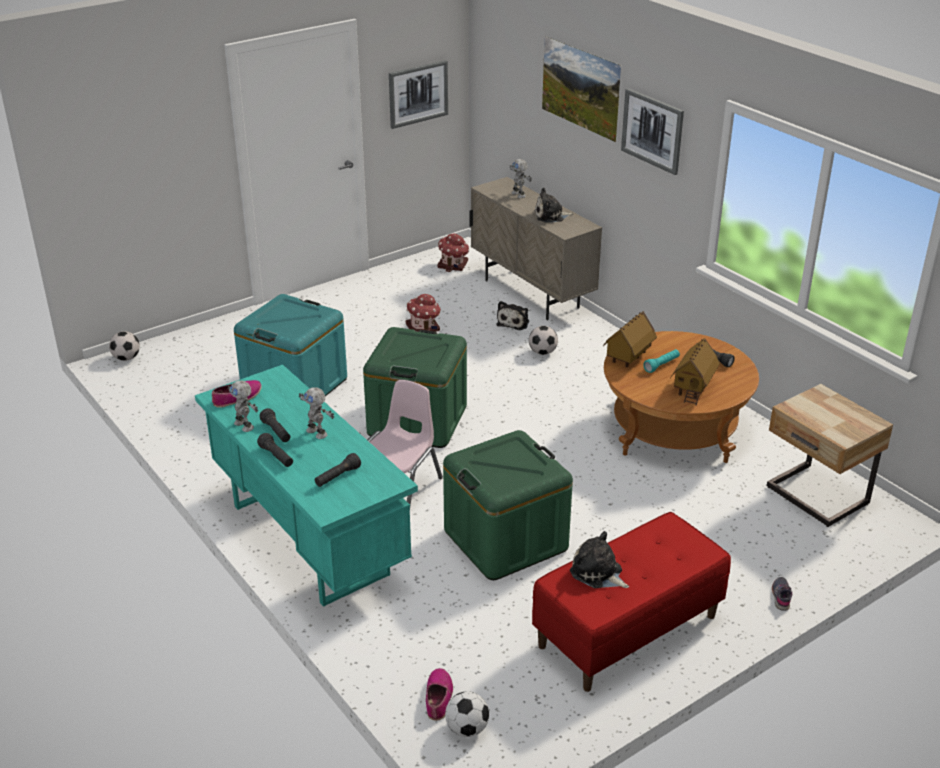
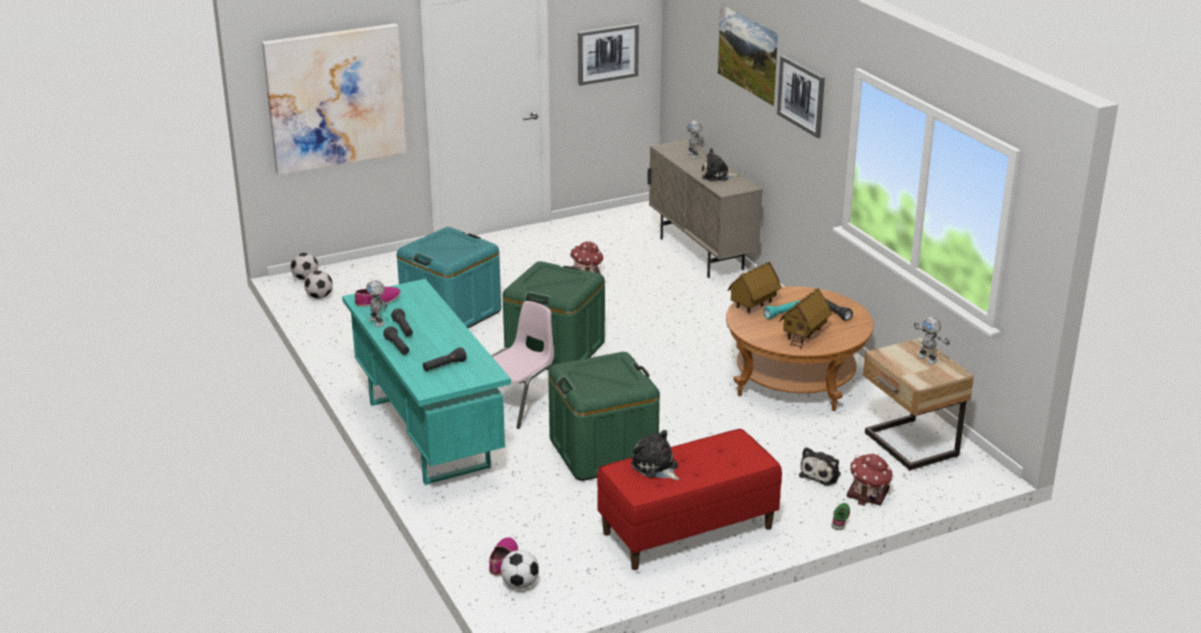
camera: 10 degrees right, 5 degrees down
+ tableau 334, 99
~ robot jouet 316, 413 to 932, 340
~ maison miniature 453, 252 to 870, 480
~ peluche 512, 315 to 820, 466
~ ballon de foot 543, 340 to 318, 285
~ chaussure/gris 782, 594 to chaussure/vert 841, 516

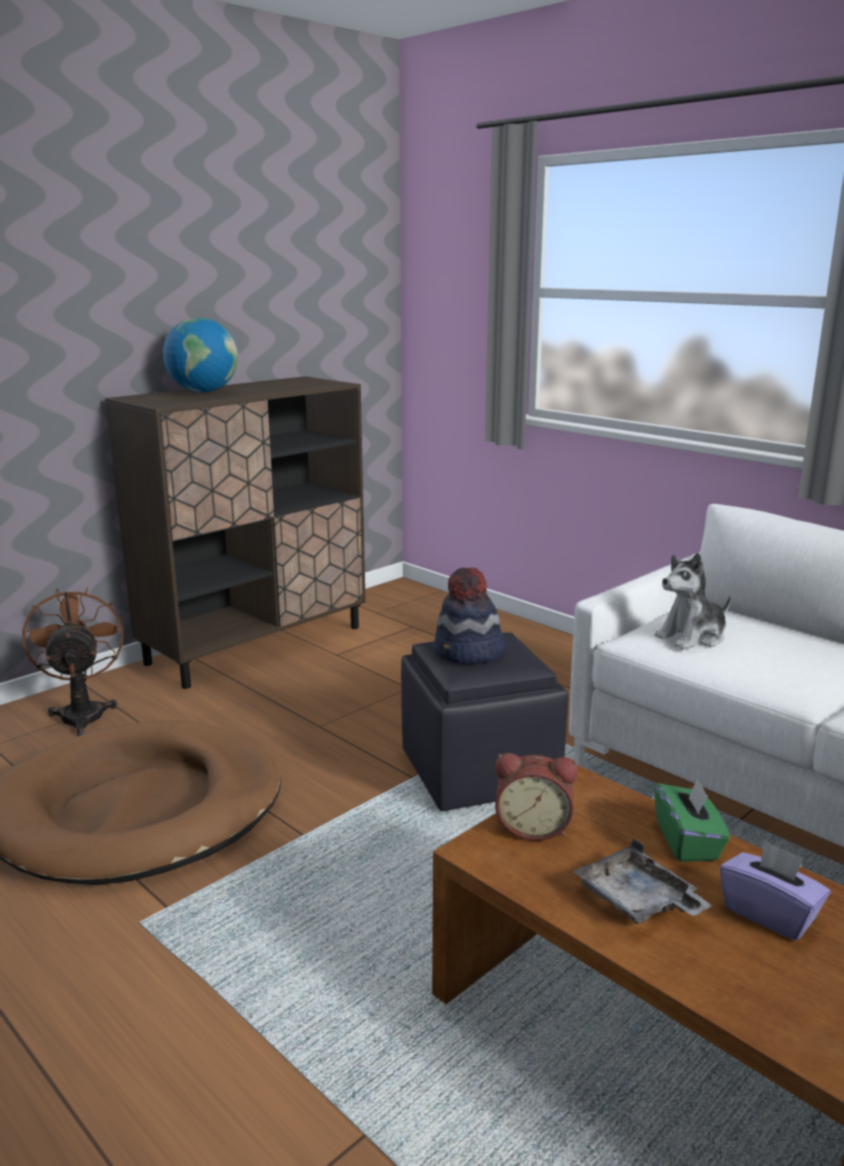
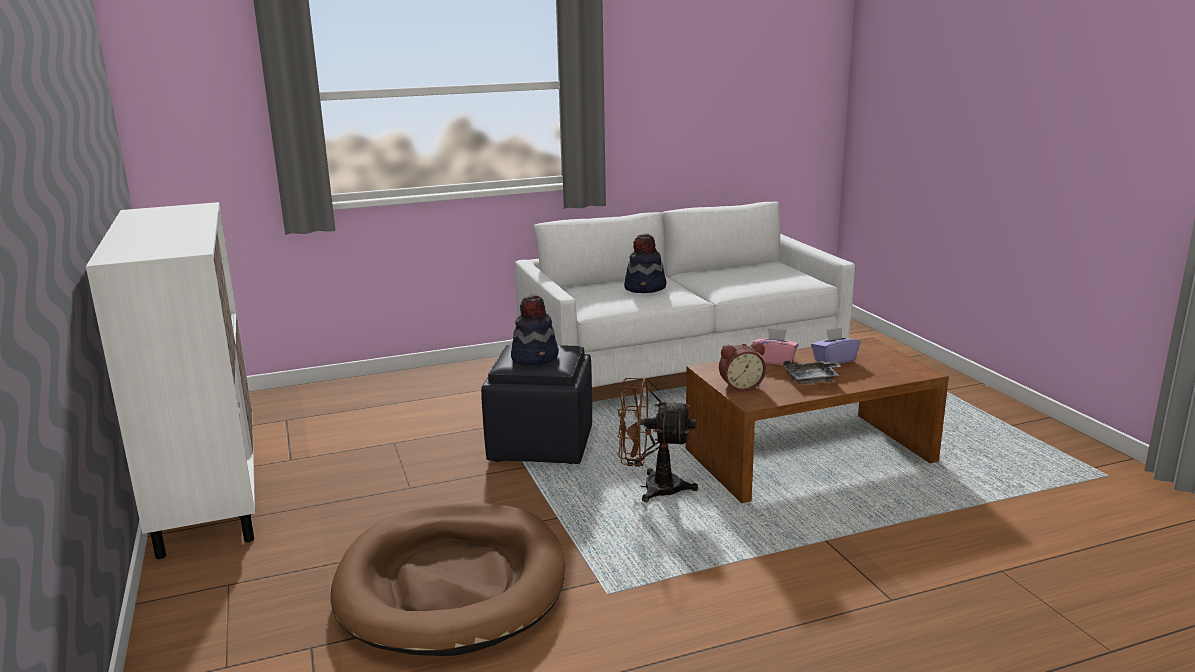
camera: 65 degrees left, 0 degrees up
- globe 200, 355
- peluche 693, 601
+ chapeau 645, 263
~ ventilateur/marron 72, 661 to 657, 440
~ meuble de rangement/marron 235, 532 to meuble de rangement/blanc 170, 380
~ boîte à mouchoirs/vert 692, 820 to boîte à mouchoirs/rose 776, 346
~ réveil 536, 797 = 742, 367 45 degrees clockwise

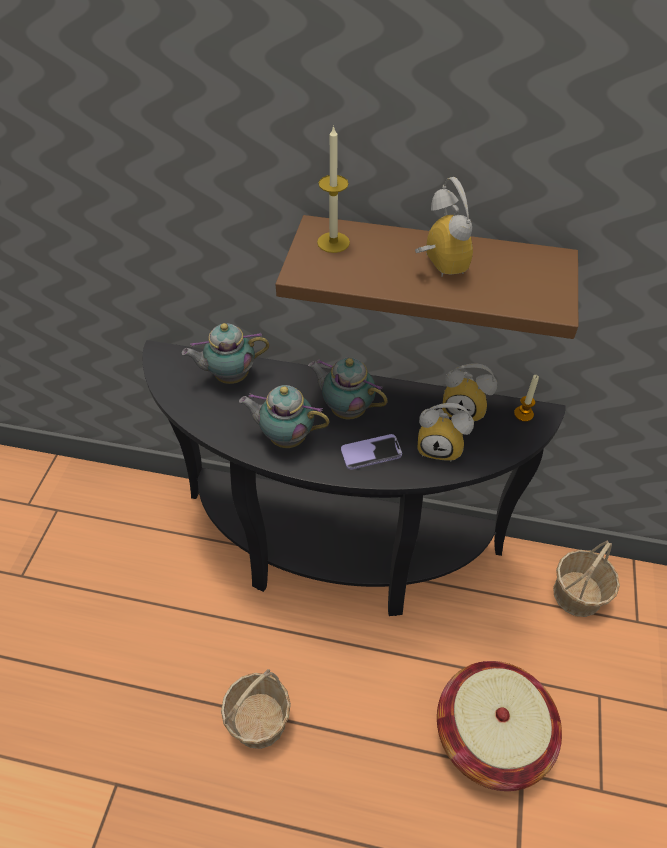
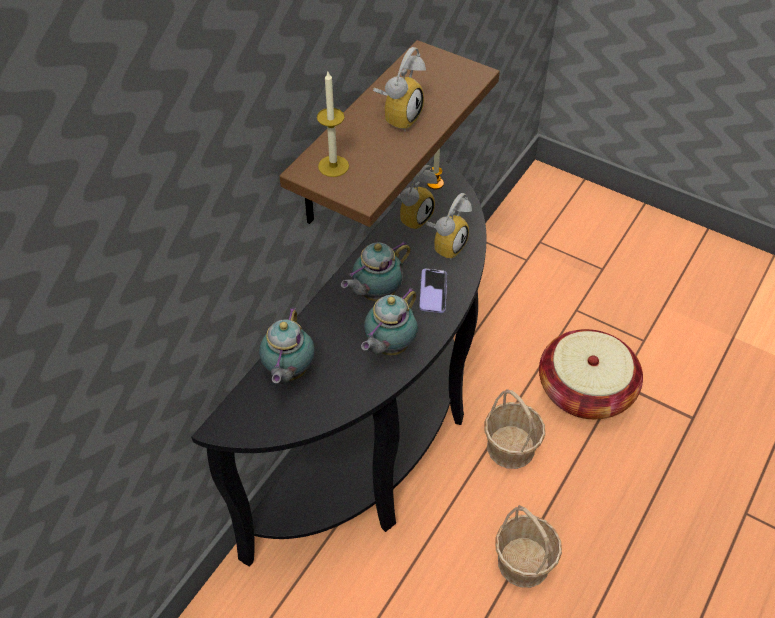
camera: 70 degrees left, 0 degrees up
~ panier 586, 579 to 515, 429
~ réveil 444, 227 = 399, 89 120 degrees clockwise

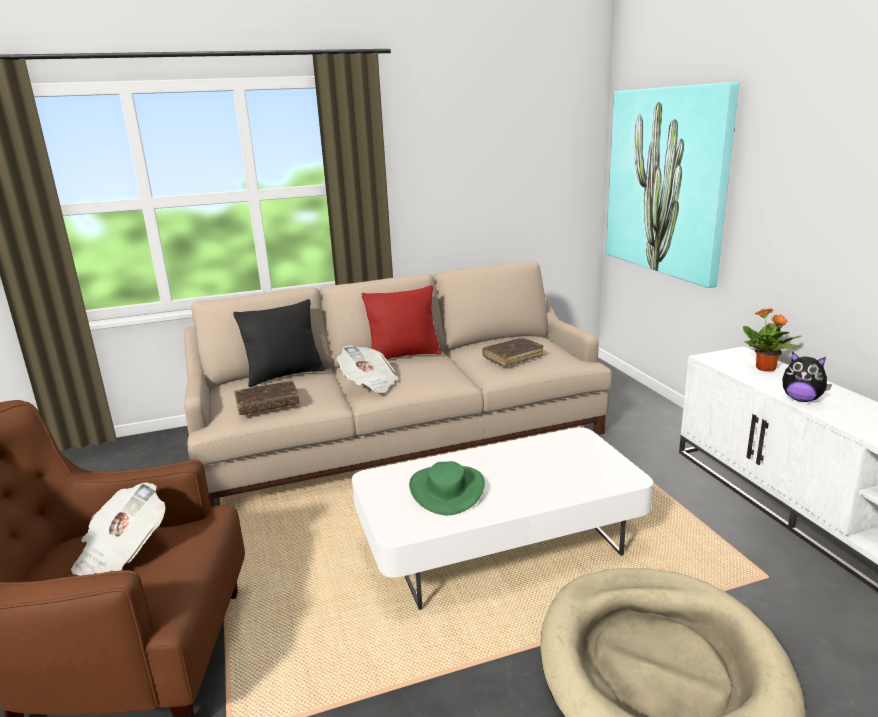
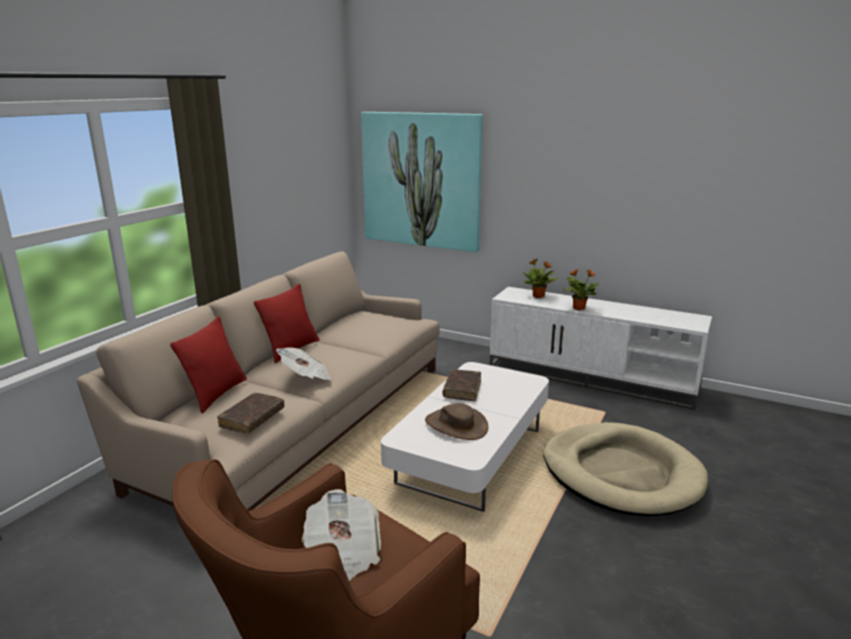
camera: 45 degrees left, 0 degrees up
~ livre/marron 513, 352 to 462, 385
~ peluche 807, 377 to plante en pot 581, 289
~ coussin/noir 279, 343 to coussin/rouge 208, 364
~ chapeau/vert 447, 488 to chapeau/marron 456, 421

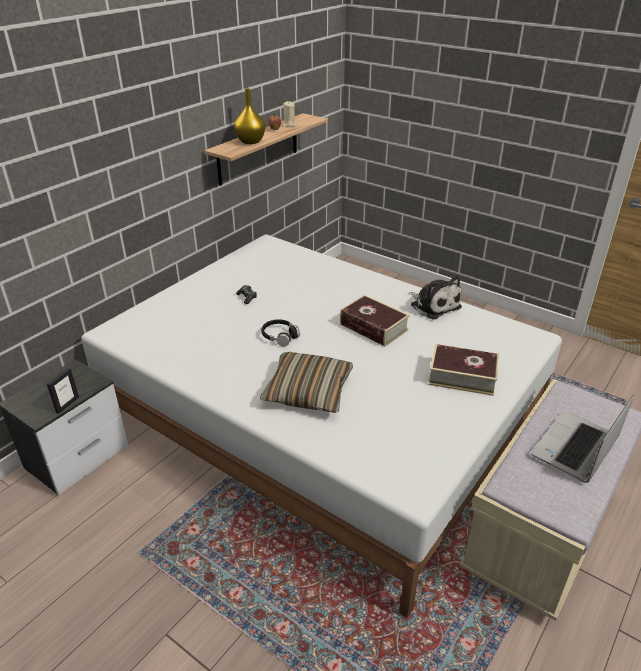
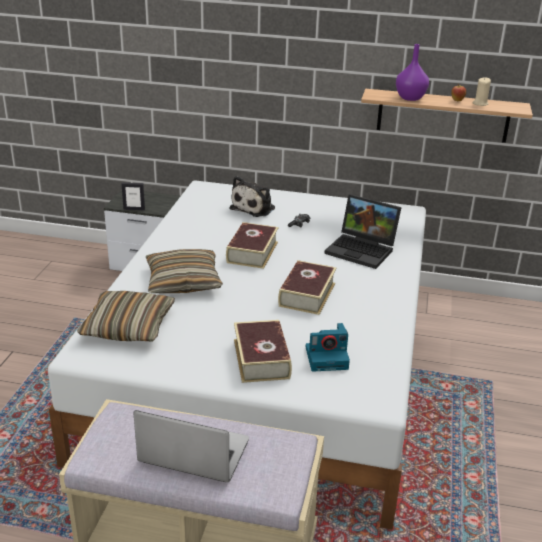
camera: 65 degrees right, 5 degrees down
+ coussin 126, 316
+ appareil photo 328, 347
+ ordinateur portable 363, 231
~ peluche 435, 298 to 252, 196
~ casque audio/noir 280, 332 to livre 252, 245
~ vase/jaune 250, 116 to vase/violet 412, 72

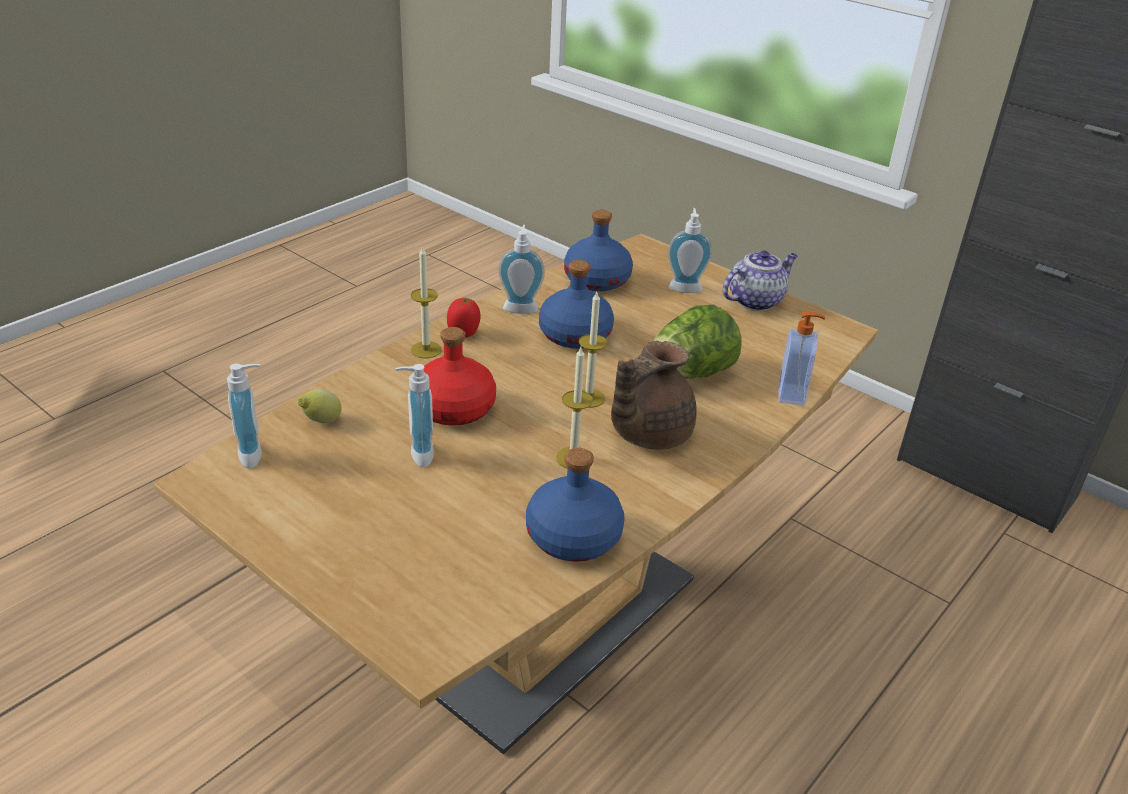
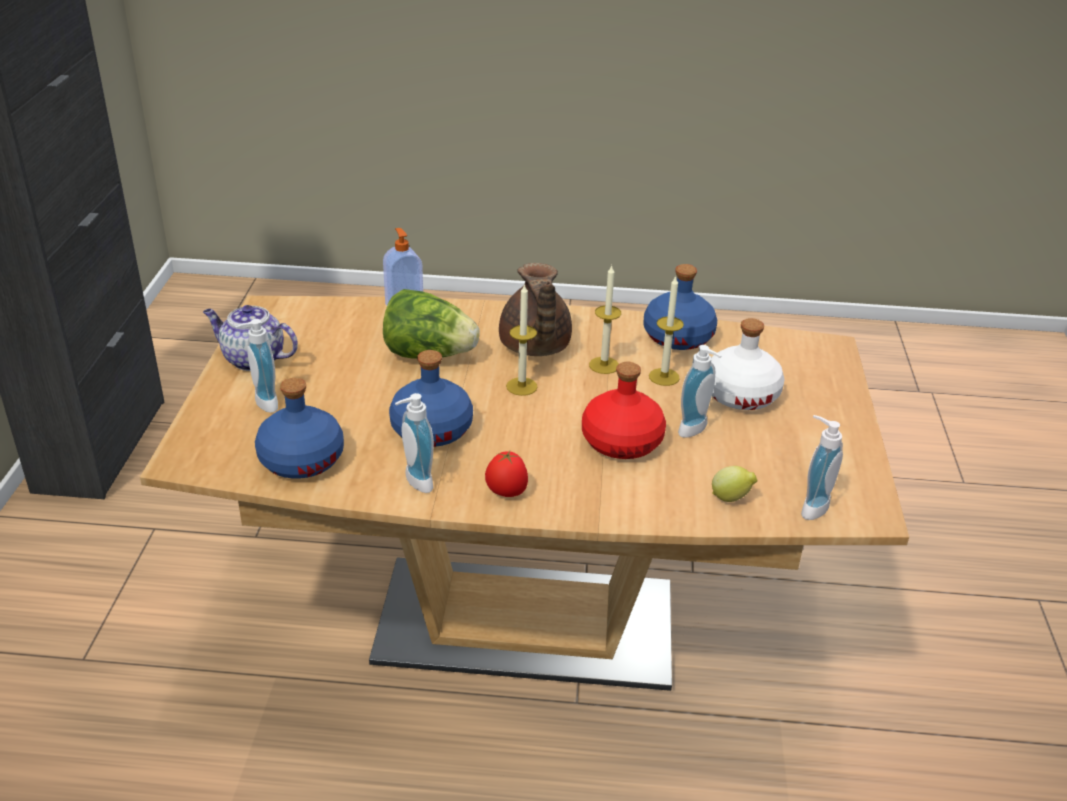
camera: 125 degrees left, 0 degrees up
+ bouteille/blanc 748, 364
~ bougie 426, 302 to 666, 330
~ théière/marron 654, 395 = 535, 309 75 degrees clockwise

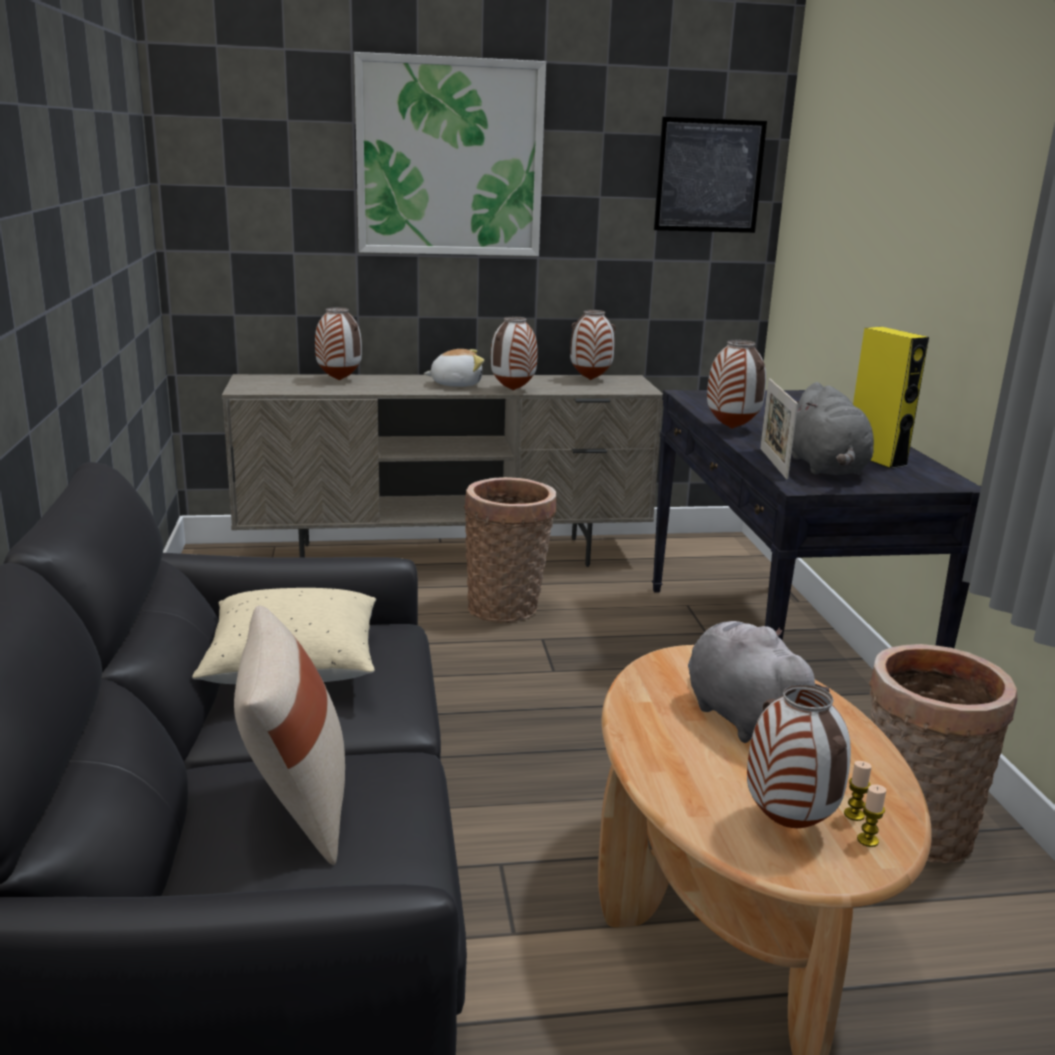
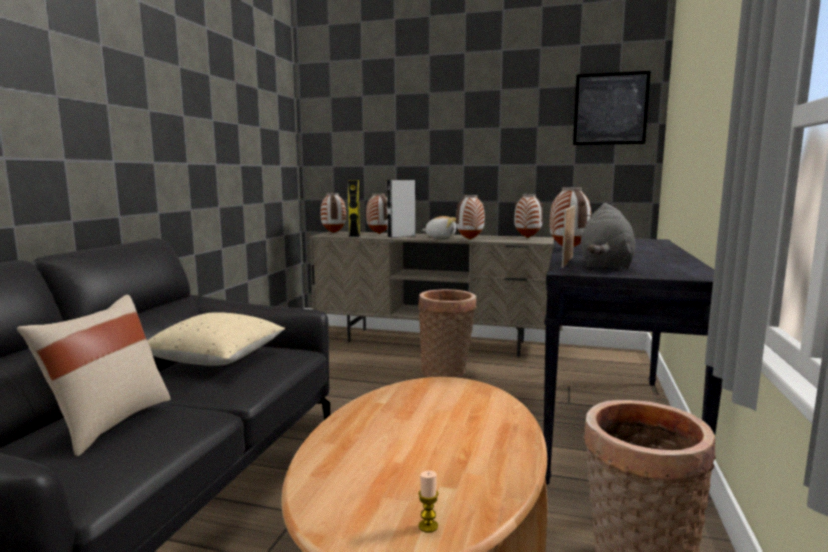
camera: 25 degrees right, 10 degrees down
- tableau 450, 154
- peluche/gris 759, 682
- bougie 858, 791
+ enceinte/gris 401, 209
~ vase 799, 755 to 333, 213
~ enceinte/jaune 891, 398 to 353, 208

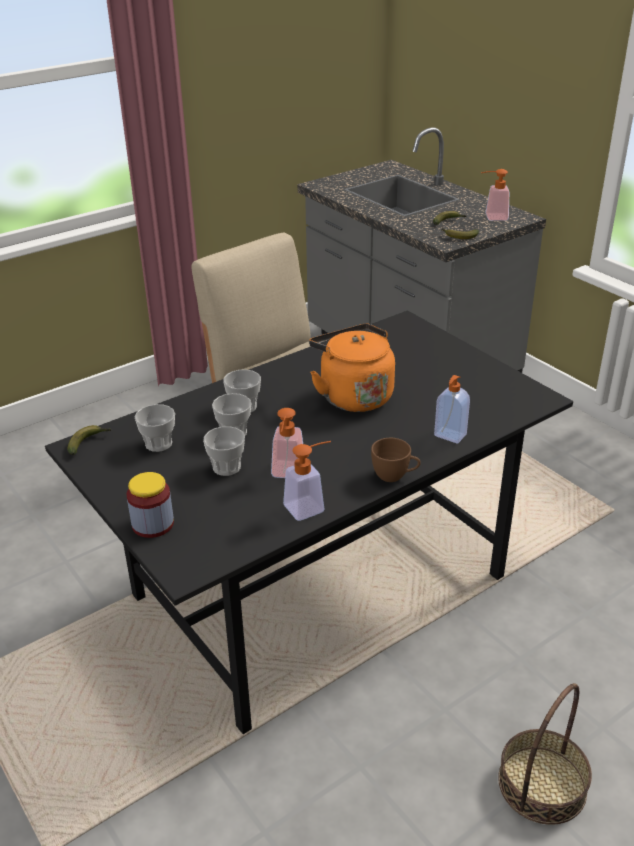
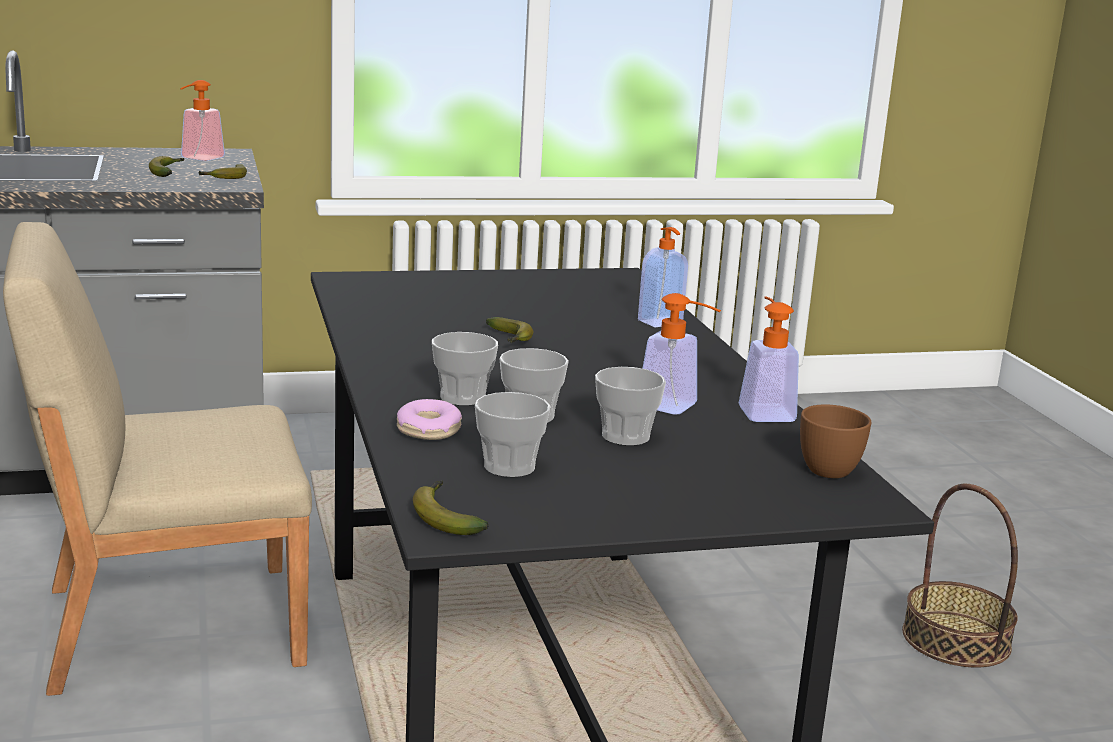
camera: 70 degrees left, 15 degrees down
- bocal 150, 505
+ beignet 429, 419
~ tasse/marron 396, 460 to 835, 441
~ bouilloire/orange 352, 368 to banane 509, 330

